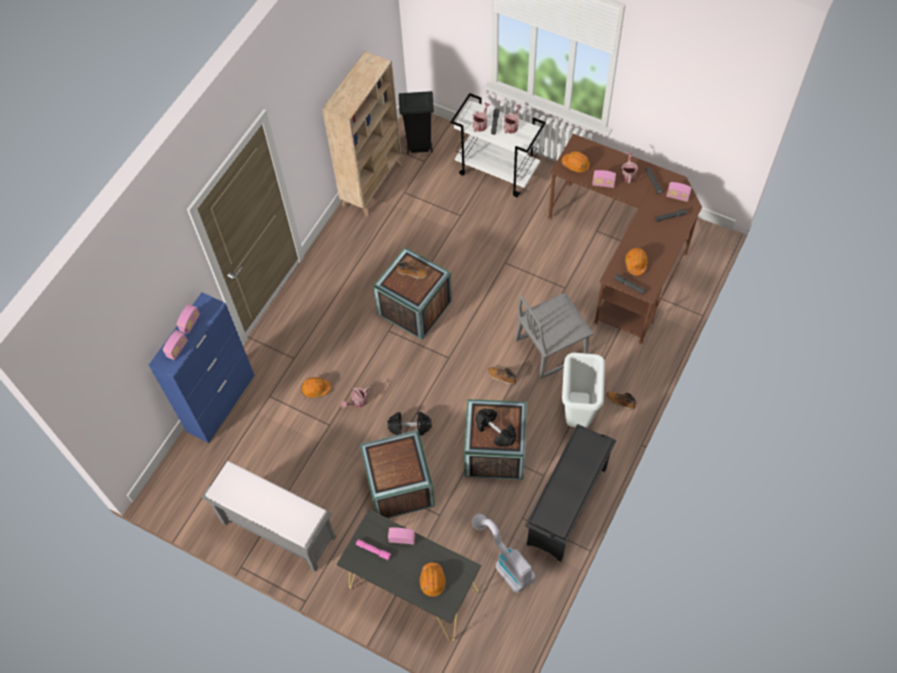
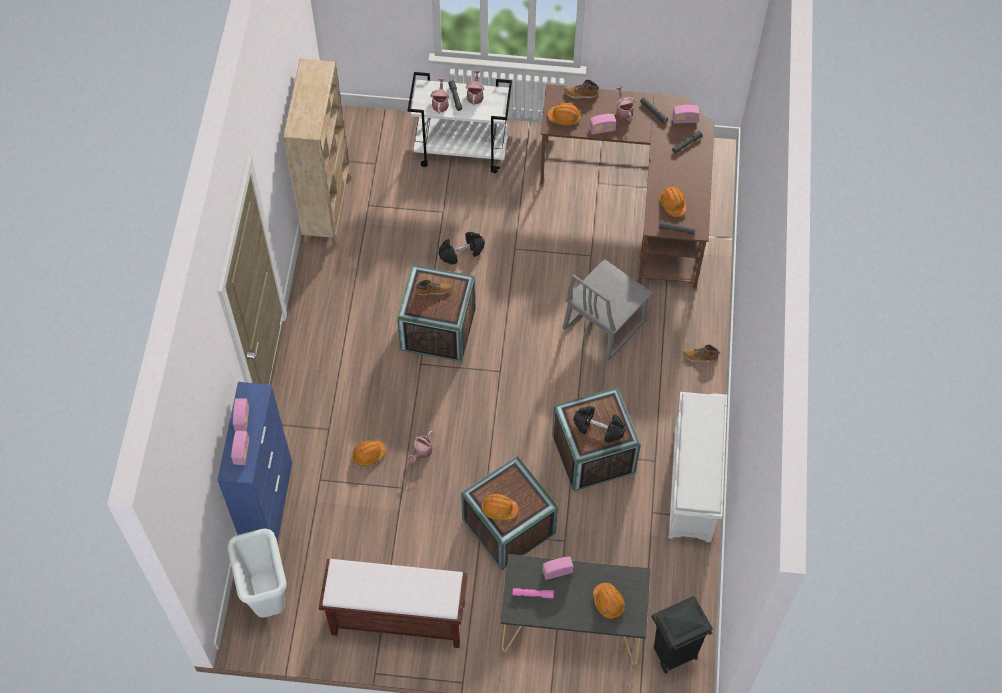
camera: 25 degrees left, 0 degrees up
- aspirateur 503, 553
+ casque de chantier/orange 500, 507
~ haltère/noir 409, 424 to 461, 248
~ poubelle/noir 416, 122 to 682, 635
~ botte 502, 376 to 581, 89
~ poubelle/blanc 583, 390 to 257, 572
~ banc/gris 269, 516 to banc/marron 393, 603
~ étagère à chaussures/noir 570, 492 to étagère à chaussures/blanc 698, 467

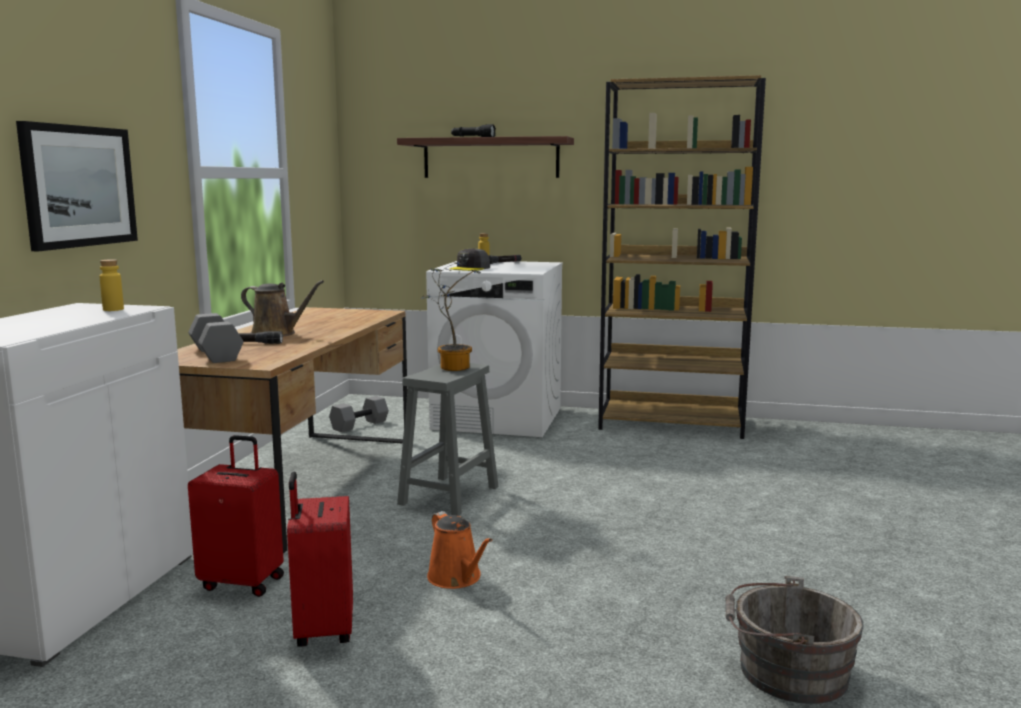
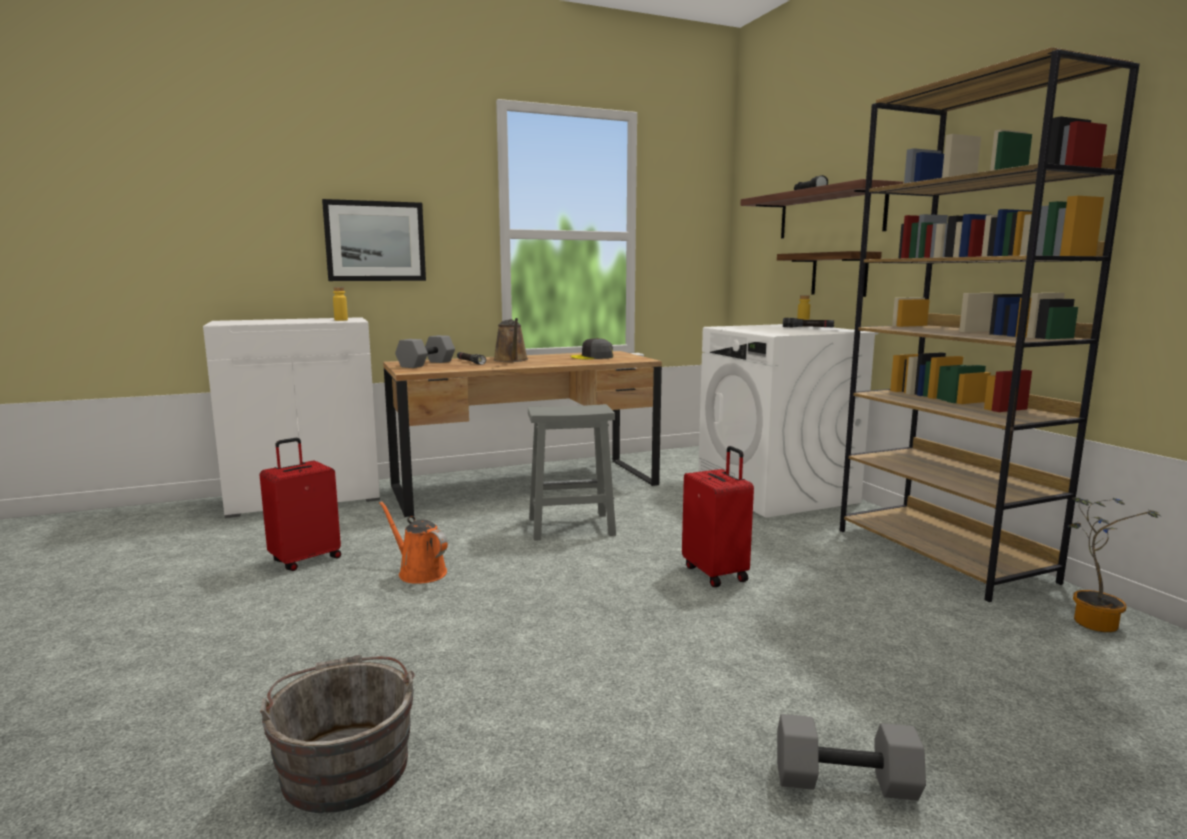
camera: 55 degrees right, 0 degrees up
+ étagère 829, 274
~ valise/rouge 236, 516 to 718, 516
~ haltère/gris 359, 414 to 851, 757
~ plante en pot 451, 316 to 1115, 564
~ casquette/gris 470, 259 to 591, 348
~ arrosoir/orange 459, 550 = 413, 542 105 degrees clockwise

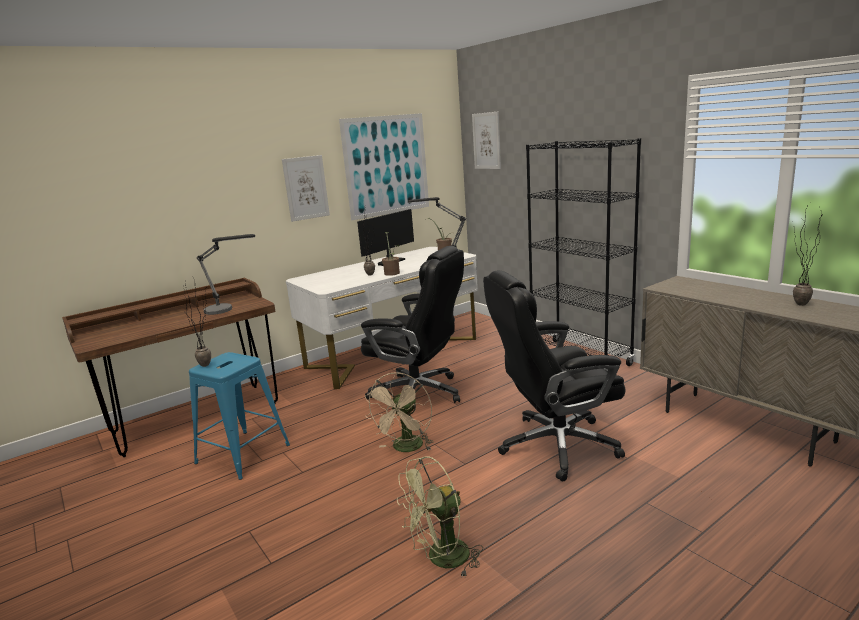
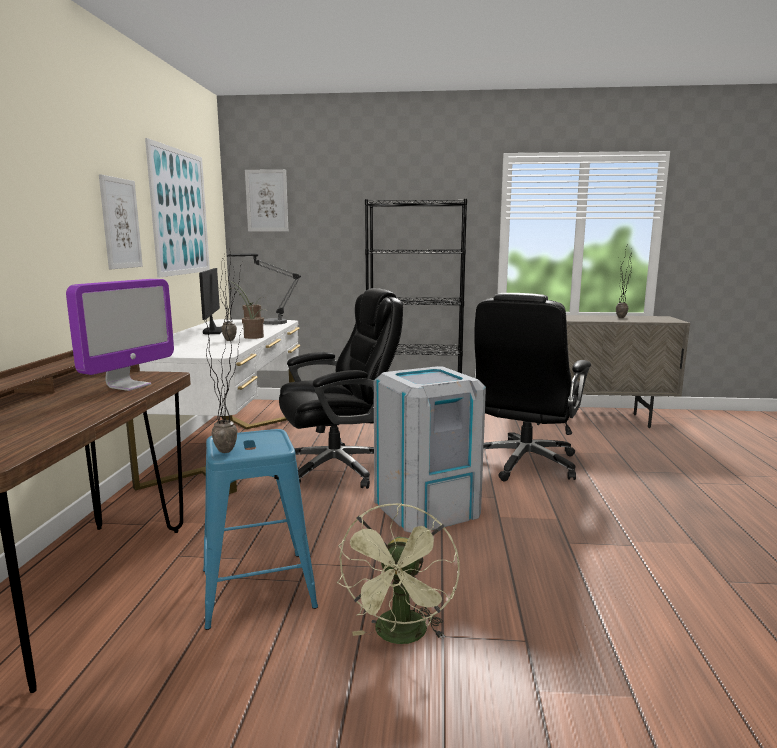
camera: 50 degrees left, 5 degrees down
~ ventilateur/vert 440, 516 to 398, 573
~ lampe de table 226, 274 to écran d'ordinateur 120, 335
~ ventilateur/beige 399, 412 to poubelle/gris 430, 449

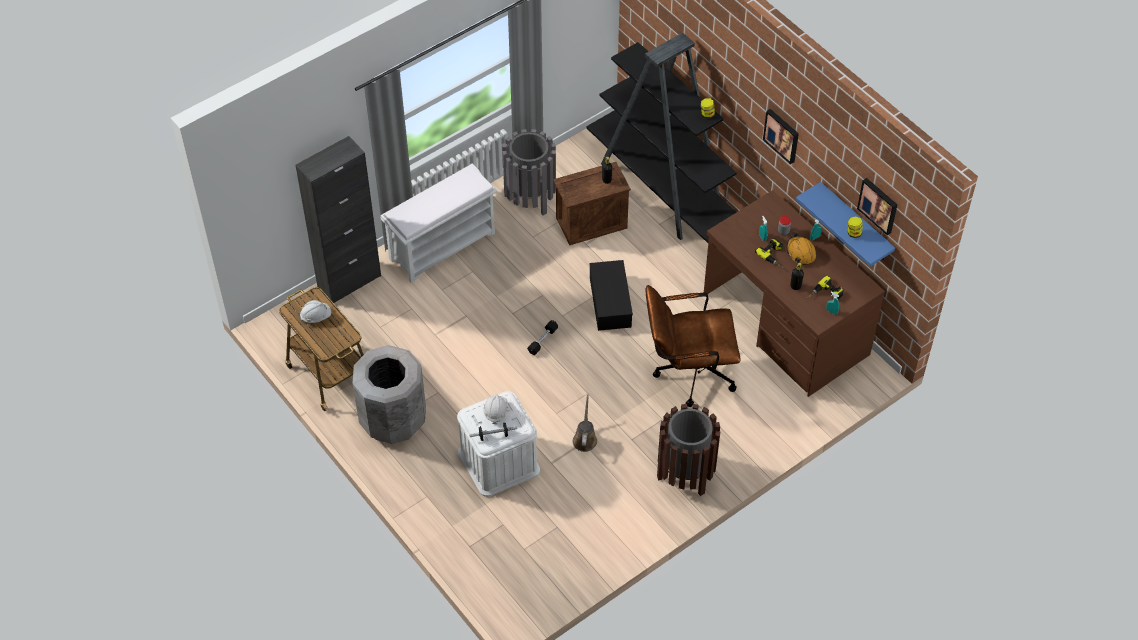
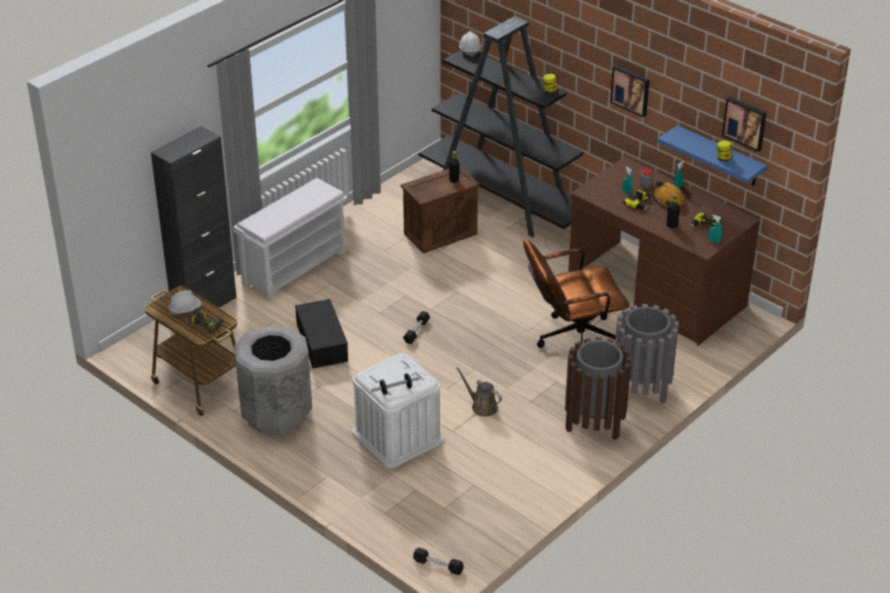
camera: 10 degrees left, 15 degrees down
+ perceuse 206, 320
+ haltère/noir 438, 561
~ casque de chantier/blanc 495, 409 to 470, 44
~ poubelle/gris 529, 172 to 647, 354
~ boîte de rangement/noir 611, 295 to 321, 333
~ arrosoir/marron 585, 423 = 479, 392 45 degrees counterclockwise

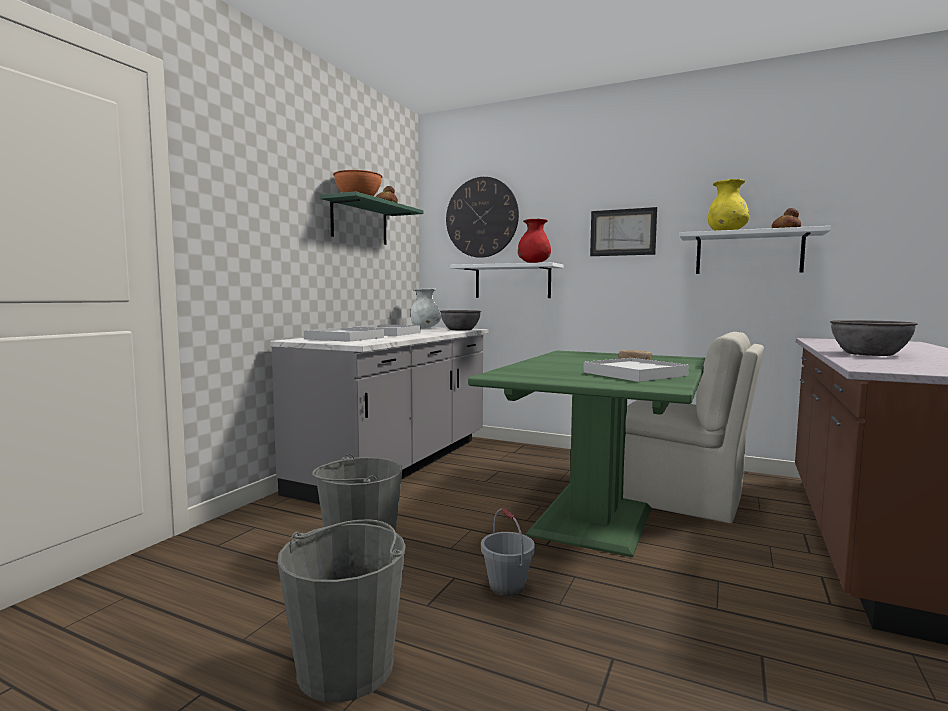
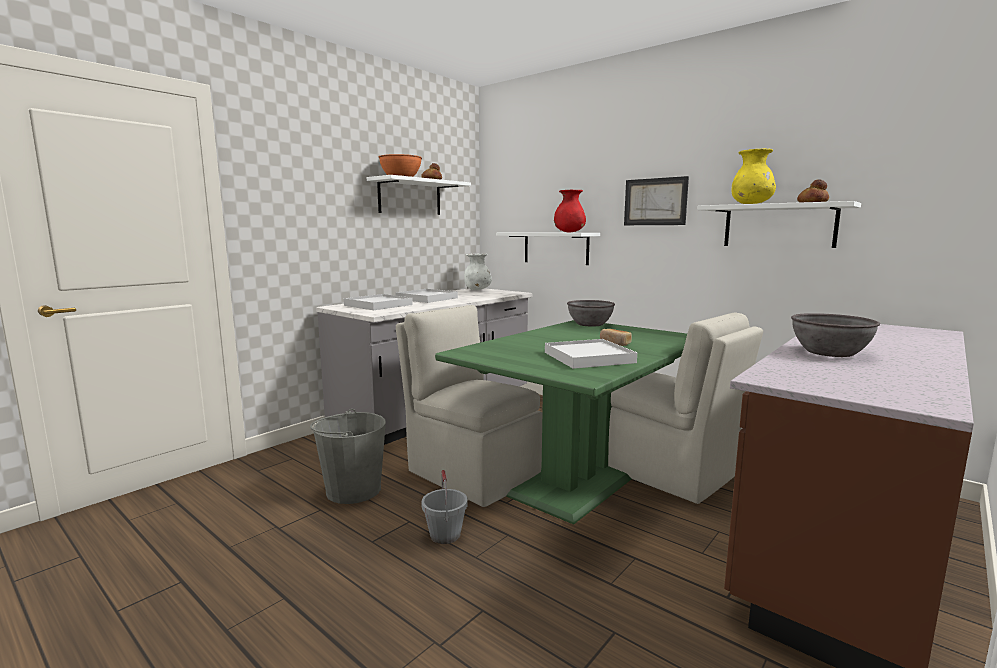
camera: 15 degrees right, 5 degrees up
- seau/gris 341, 610
- horloge murale 482, 217
+ chaise/beige 469, 406
~ bol/gris 460, 320 to 591, 313
~ étagère/vert 372, 218 to étagère/blanc 419, 195

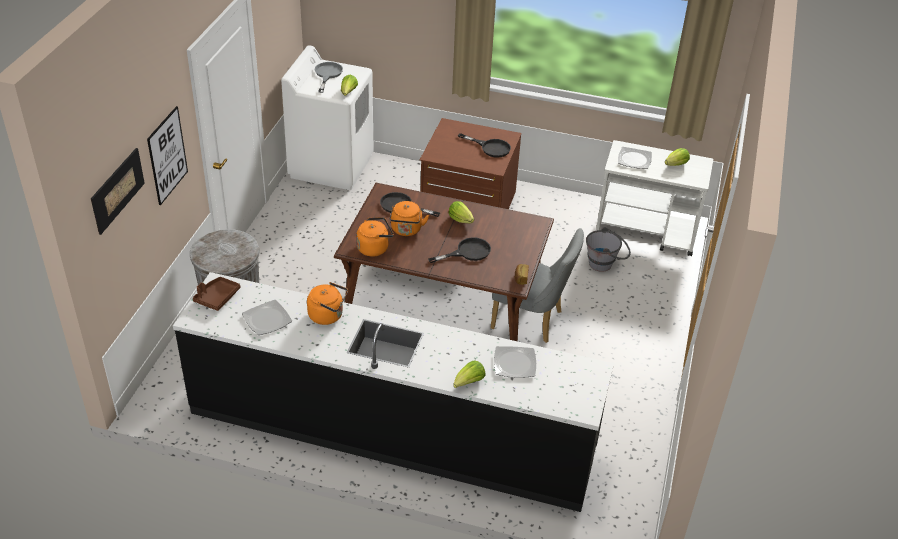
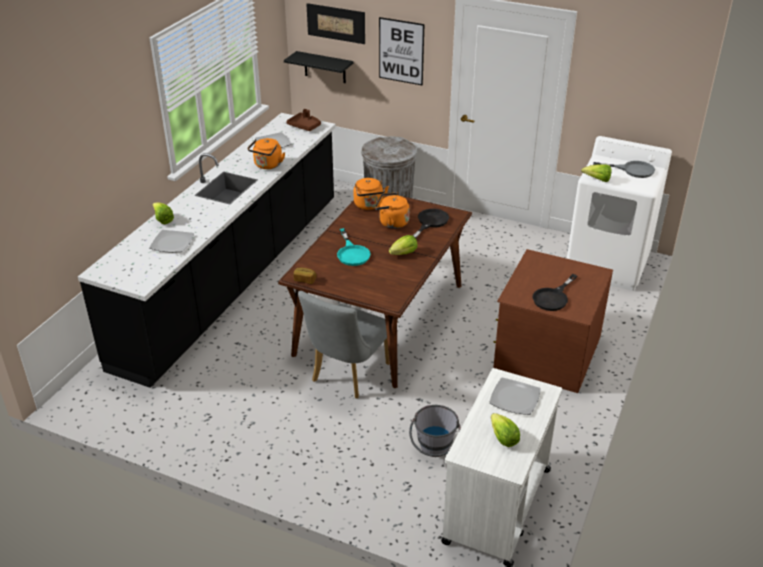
camera: 100 degrees right, 5 degrees down
+ étagère/noir 318, 67
~ poêle/noir 459, 250 to poêle/turquoise 354, 247

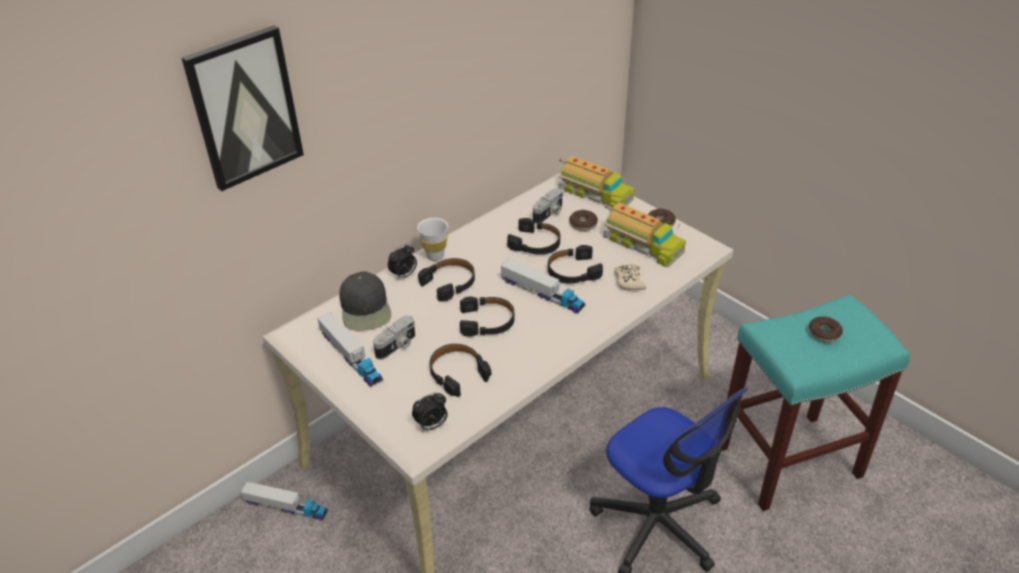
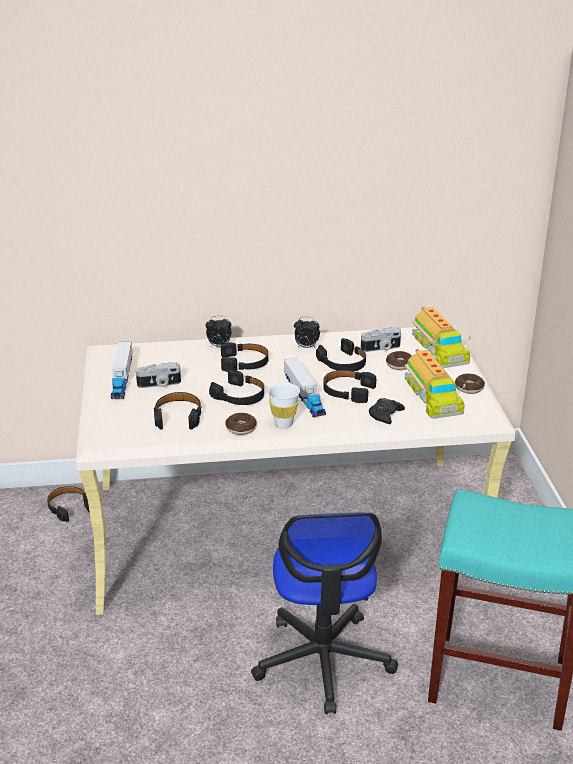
camera: 35 degrees right, 10 degrees down
- tableau 242, 108
- casquette/noir 365, 301
~ réveil 429, 412 to 307, 332
~ tasse/blanc 432, 239 to 284, 406
~ beignet 826, 329 to 241, 424
~ camion jouet 284, 501 to casque audio/noir 68, 504
~ manette/beige 630, 277 to manette/noir 387, 411

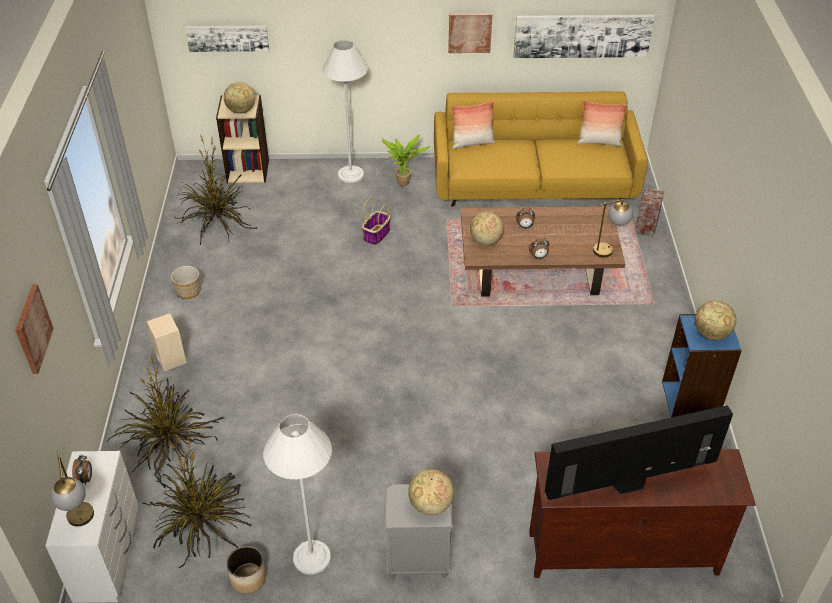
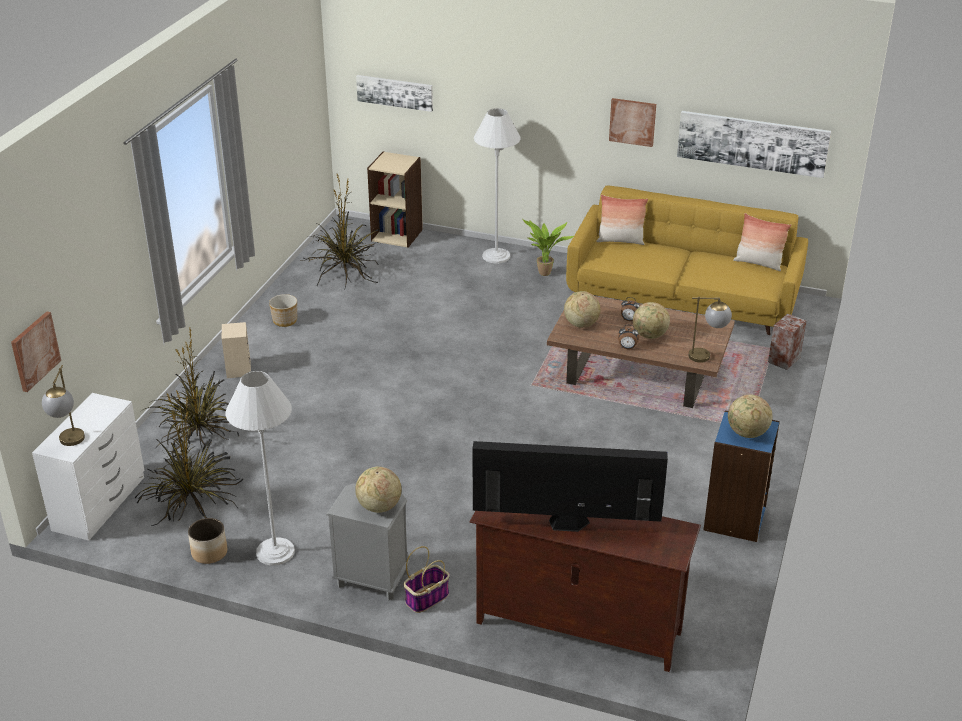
camera: 20 degrees right, 10 degrees down
- réveil 82, 469
~ tableau 34, 329 to 36, 352
~ globe 239, 98 to 651, 320
~ panier 376, 221 to 427, 579

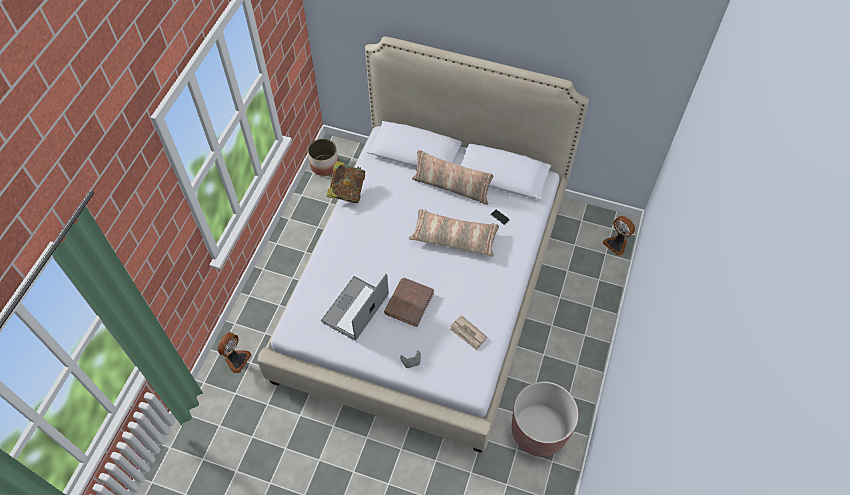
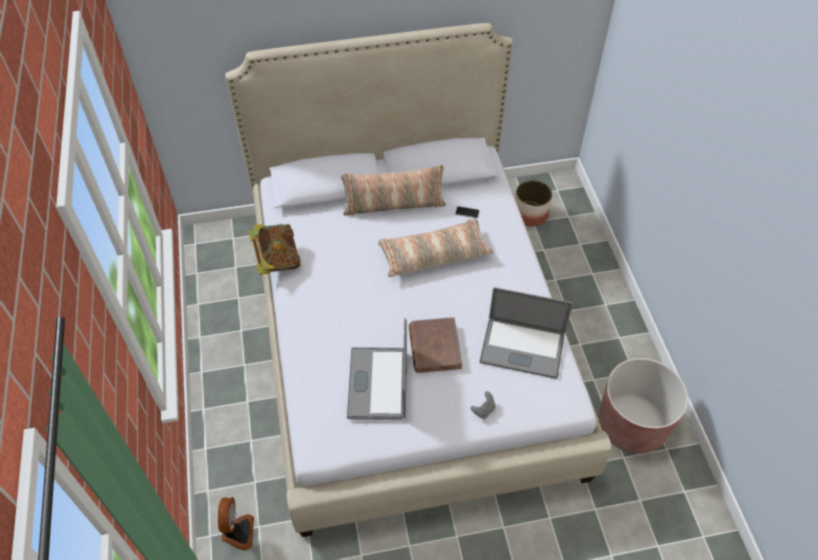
camera: 30 degrees left, 5 degrees down
- ventilateur 619, 236
~ cache-pot 323, 157 to 533, 203
~ journal 468, 332 to ordinateur portable 526, 333

